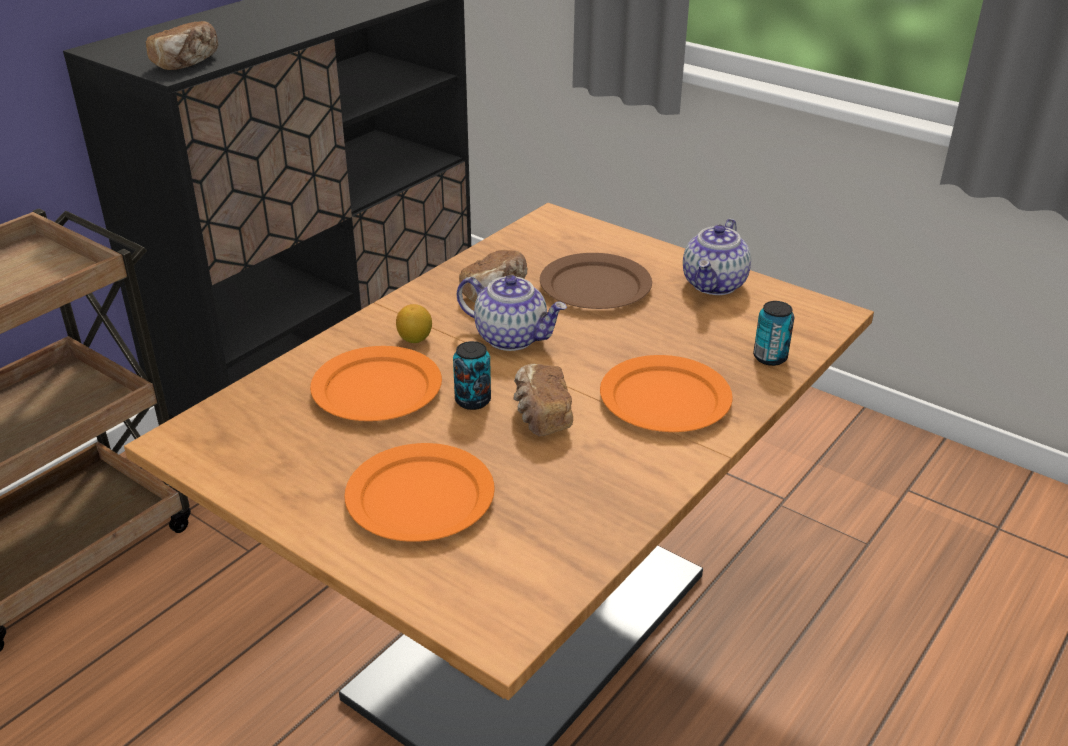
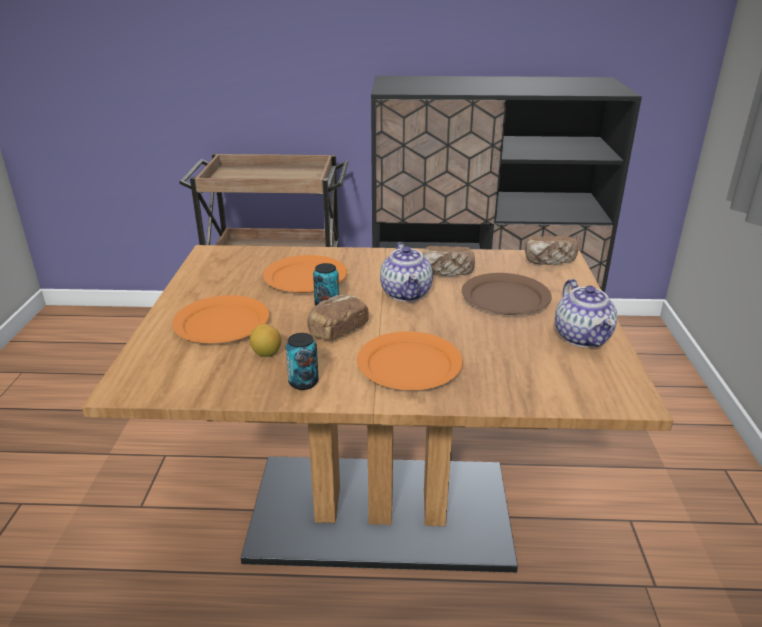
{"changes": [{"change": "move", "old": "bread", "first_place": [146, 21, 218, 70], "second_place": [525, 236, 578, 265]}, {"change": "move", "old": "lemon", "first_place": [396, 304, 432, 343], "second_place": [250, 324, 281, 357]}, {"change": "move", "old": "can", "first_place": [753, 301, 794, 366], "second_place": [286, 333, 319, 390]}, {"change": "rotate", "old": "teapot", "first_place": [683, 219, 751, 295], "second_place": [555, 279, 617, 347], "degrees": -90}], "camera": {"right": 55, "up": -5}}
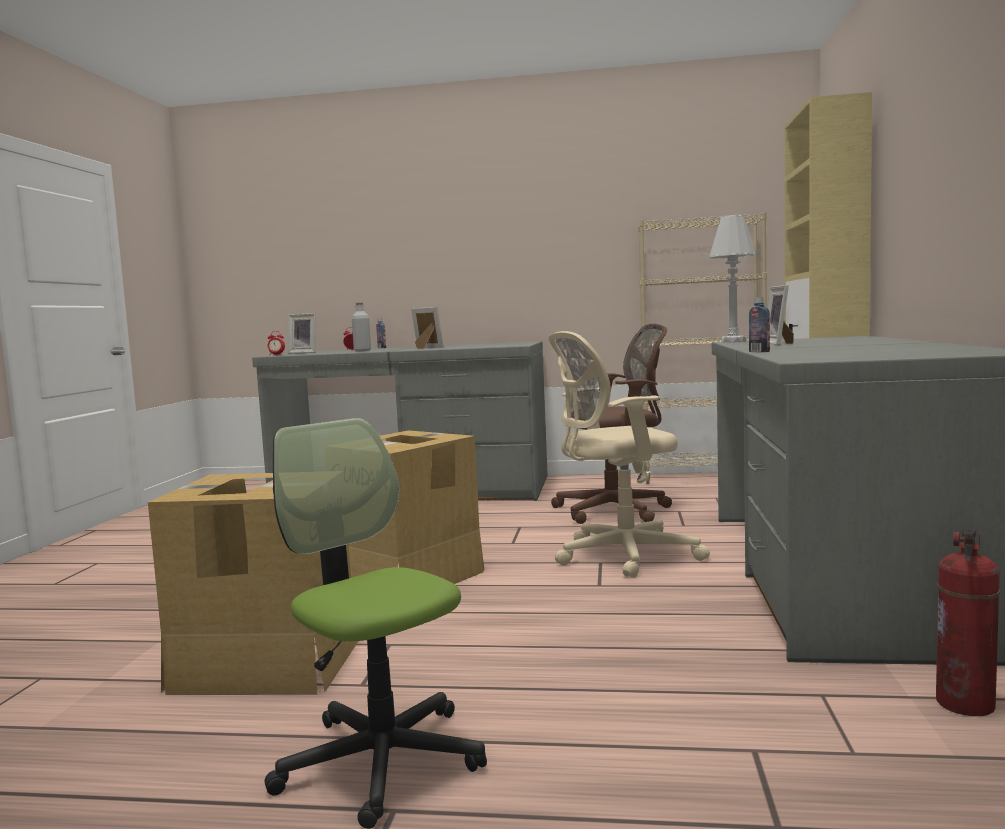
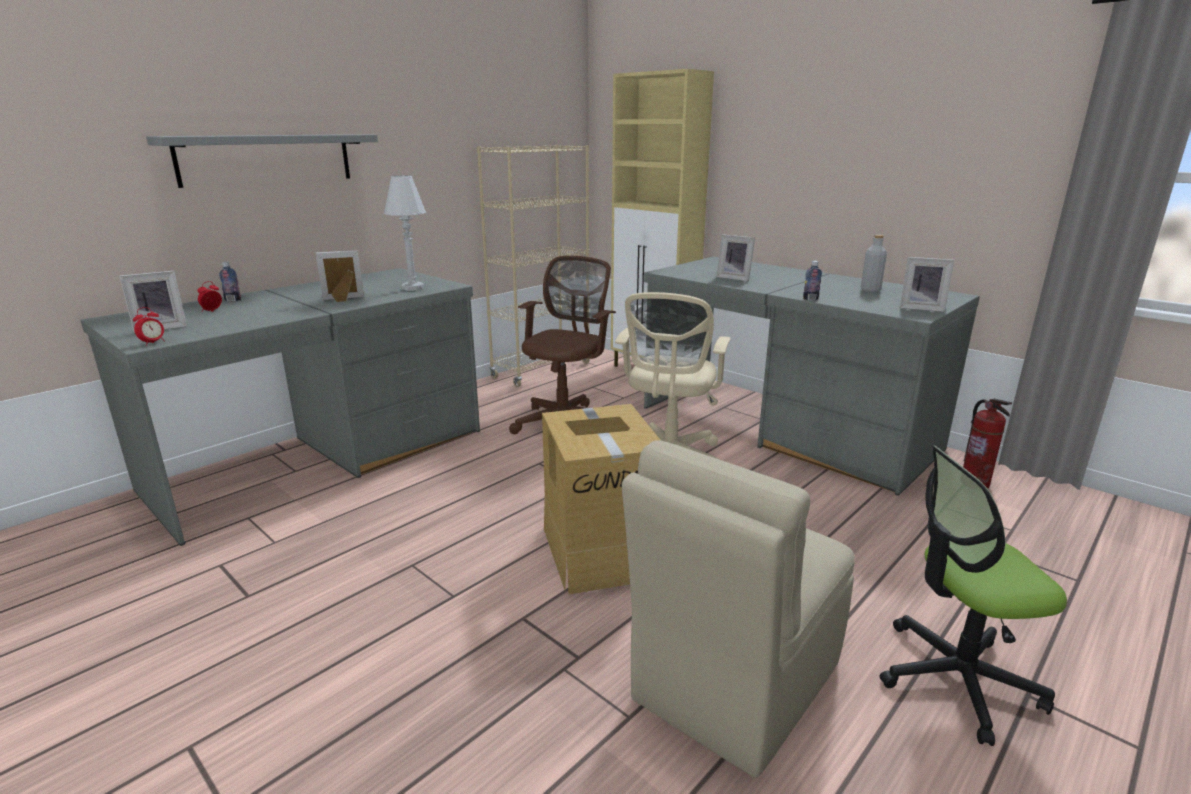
{"changes": [{"change": "insert", "new": "shelf (grey)", "second_place": [146, 134, 378, 188]}, {"change": "insert", "new": "picture frame", "second_place": [900, 257, 954, 312]}, {"change": "move", "old": "bottle (grey)", "first_place": [352, 303, 371, 351], "second_place": [861, 235, 887, 292]}, {"change": "move", "old": "table lamp (white)", "first_place": [709, 215, 757, 343], "second_place": [384, 175, 427, 291]}, {"change": "replace", "old": "cardboard box", "new": "chair (beige)", "first_place": [148, 473, 358, 695], "second_place": [622, 440, 855, 778]}], "camera": {"right": -55, "up": 15}}
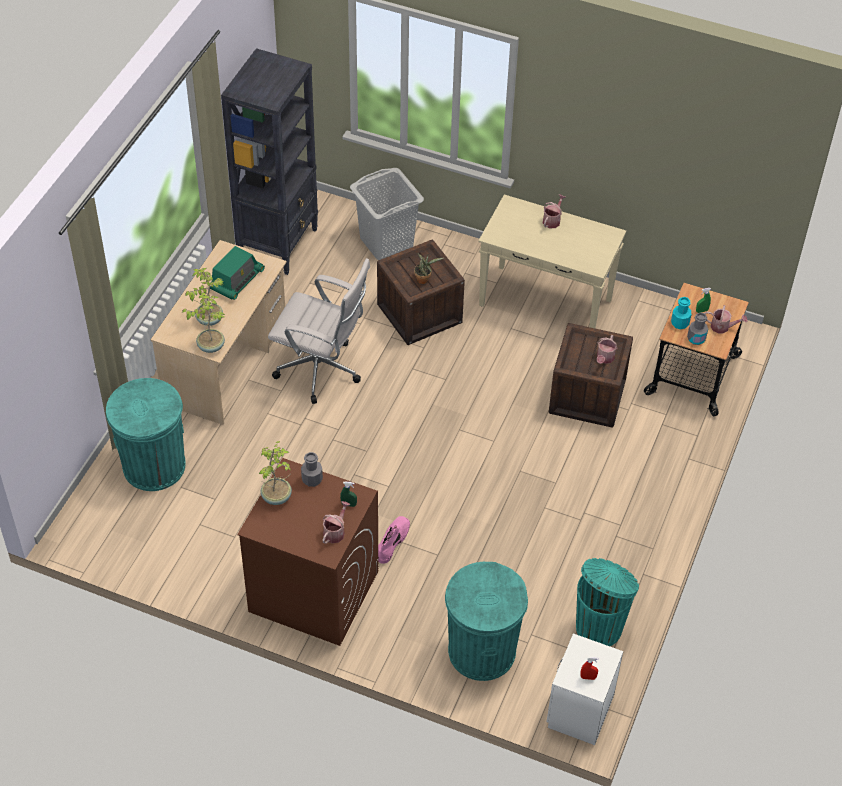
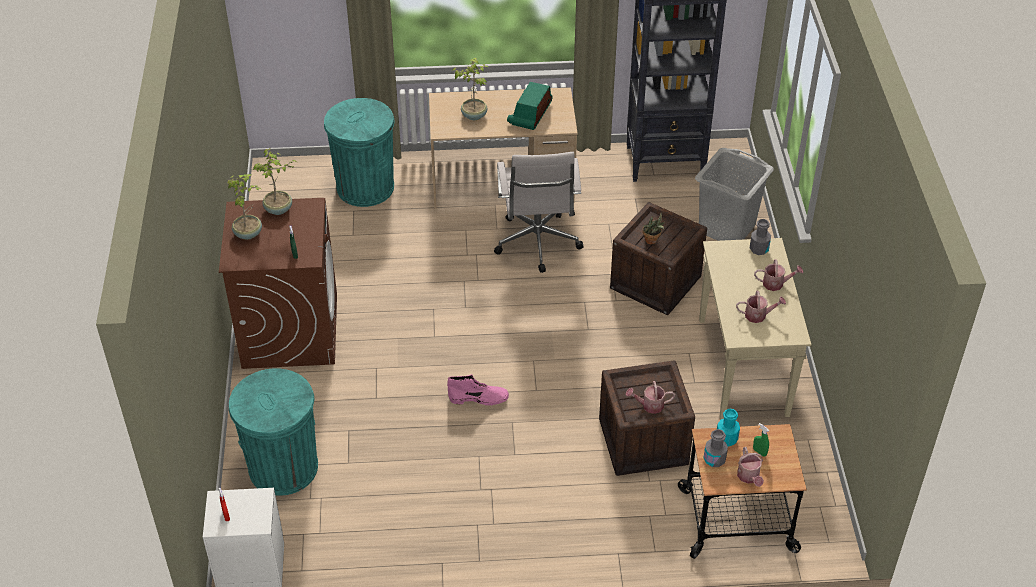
{"changes": [{"change": "delete", "old": "trash can (turquoise)", "first_place": [576, 558, 639, 646]}, {"change": "move", "old": "potted plant", "first_place": [182, 292, 225, 353], "second_place": [227, 174, 262, 240]}, {"change": "move", "old": "bottle (grey)", "first_place": [301, 452, 323, 487], "second_place": [750, 219, 771, 255]}, {"change": "move", "old": "watering can", "first_place": [323, 501, 350, 544], "second_place": [736, 291, 786, 323]}, {"change": "move", "old": "boot (pink)", "first_place": [378, 516, 410, 564], "second_place": [447, 374, 509, 406]}, {"change": "rotate", "old": "radio", "first_place": [210, 246, 265, 300], "second_place": [507, 82, 553, 130], "degrees": 105}], "camera": {"right": 65, "up": -5}}
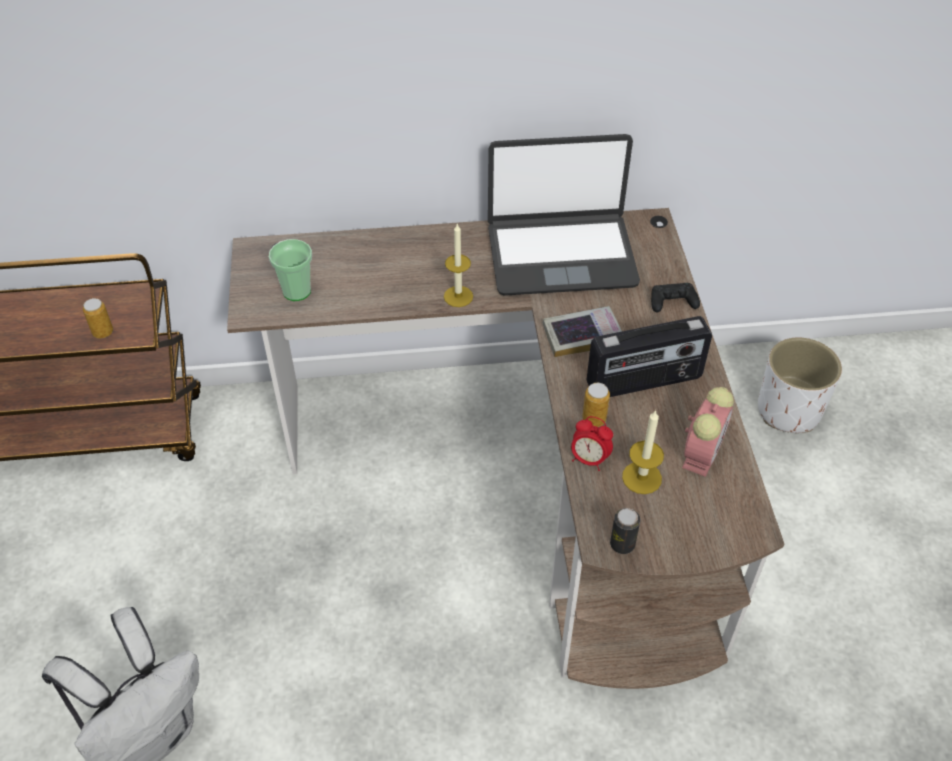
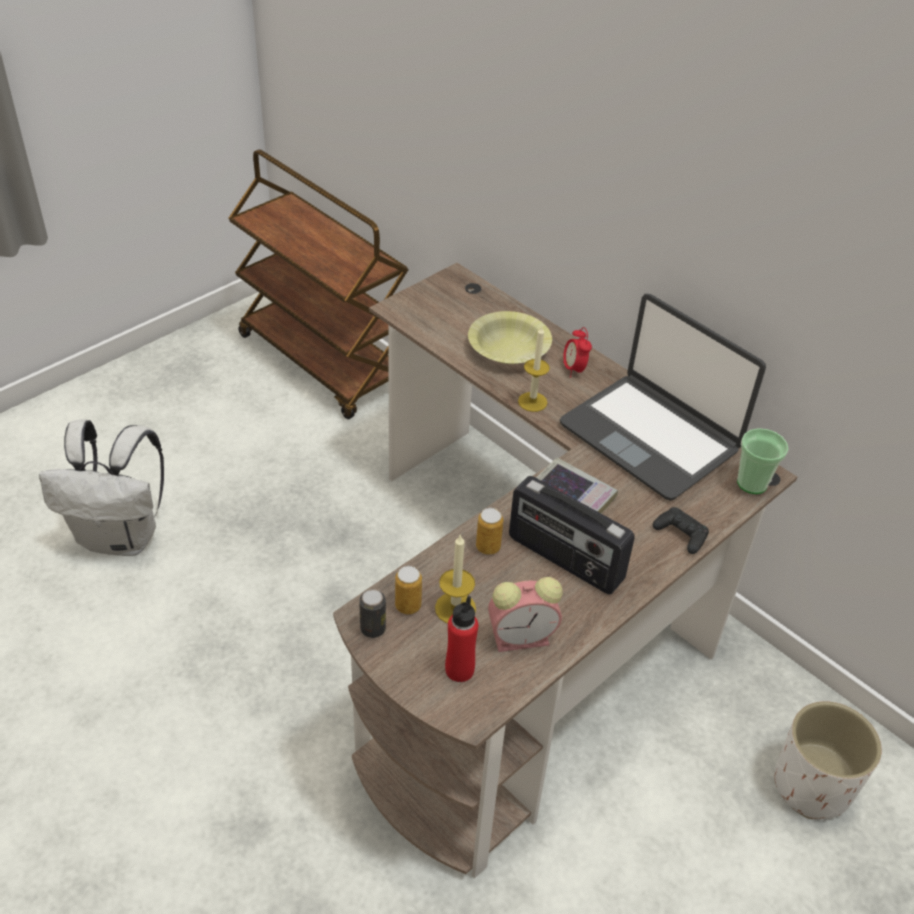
{"changes": [{"change": "insert", "new": "bottle (red)", "second_place": [445, 596, 478, 682]}, {"change": "insert", "new": "bowl (yellow)", "second_place": [468, 311, 552, 364]}, {"change": "move", "old": "can", "first_place": [83, 298, 113, 338], "second_place": [395, 566, 422, 614]}, {"change": "move", "old": "cup", "first_place": [269, 239, 312, 301], "second_place": [737, 428, 789, 494]}, {"change": "move", "old": "alarm clock", "first_place": [571, 416, 613, 471], "second_place": [563, 327, 592, 378]}], "camera": {"right": 50, "up": -5}}
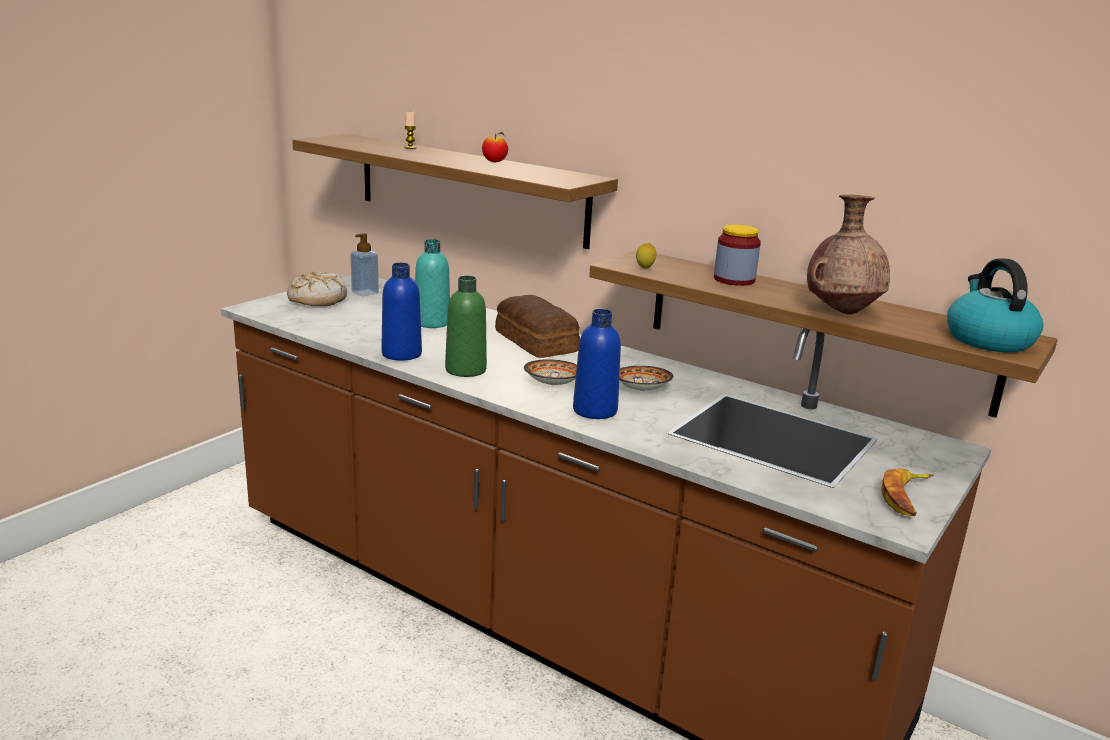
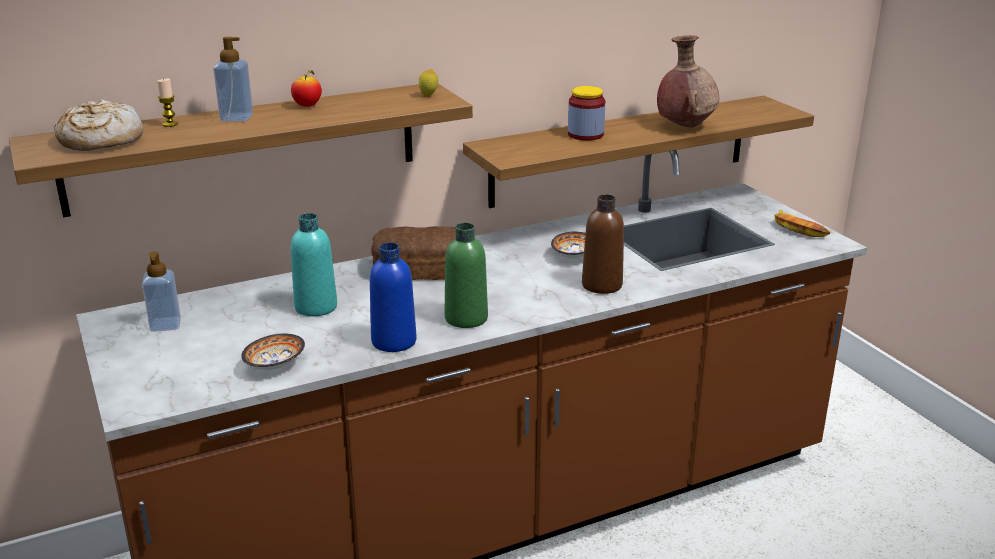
{"changes": [{"change": "delete", "old": "kettle", "first_place": [947, 258, 1043, 352]}, {"change": "insert", "new": "soap dispenser", "second_place": [213, 37, 253, 122]}, {"change": "move", "old": "bread", "first_place": [287, 272, 347, 306], "second_place": [54, 99, 143, 151]}, {"change": "move", "old": "bowl", "first_place": [524, 359, 577, 385], "second_place": [241, 334, 305, 370]}, {"change": "move", "old": "lemon", "first_place": [636, 243, 657, 269], "second_place": [419, 69, 438, 96]}, {"change": "recolor", "old": "bottle (blue)", "new": "bottle (brown)", "first_place": [573, 309, 621, 419], "second_place": [582, 194, 624, 294]}], "camera": {"right": -60, "up": 5}}
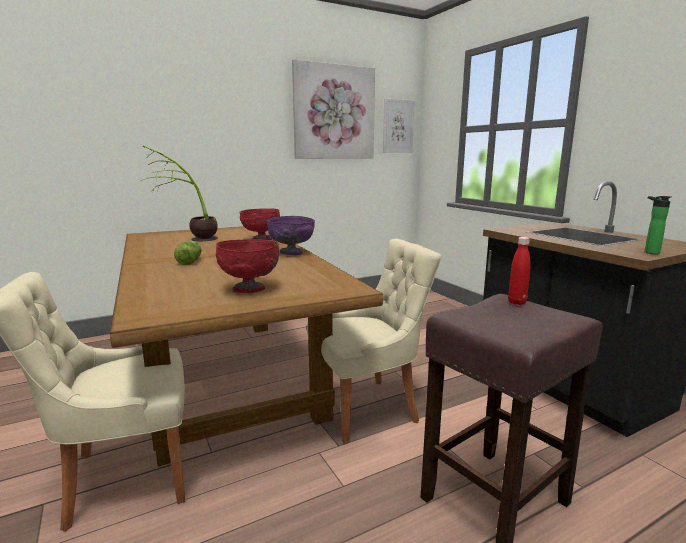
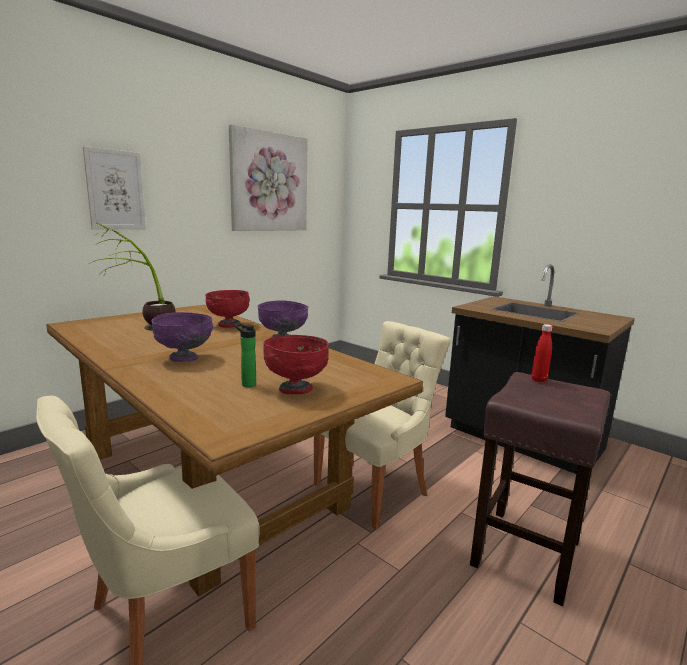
{"changes": [{"change": "move", "old": "picture", "first_place": [383, 98, 415, 153], "second_place": [83, 146, 146, 230]}, {"change": "move", "old": "bottle", "first_place": [644, 196, 671, 254], "second_place": [235, 324, 256, 387]}, {"change": "replace", "old": "lettuce", "new": "bowl (purple)", "first_place": [174, 241, 202, 265], "second_place": [151, 312, 213, 362]}], "camera": {"right": -20, "up": 0}}
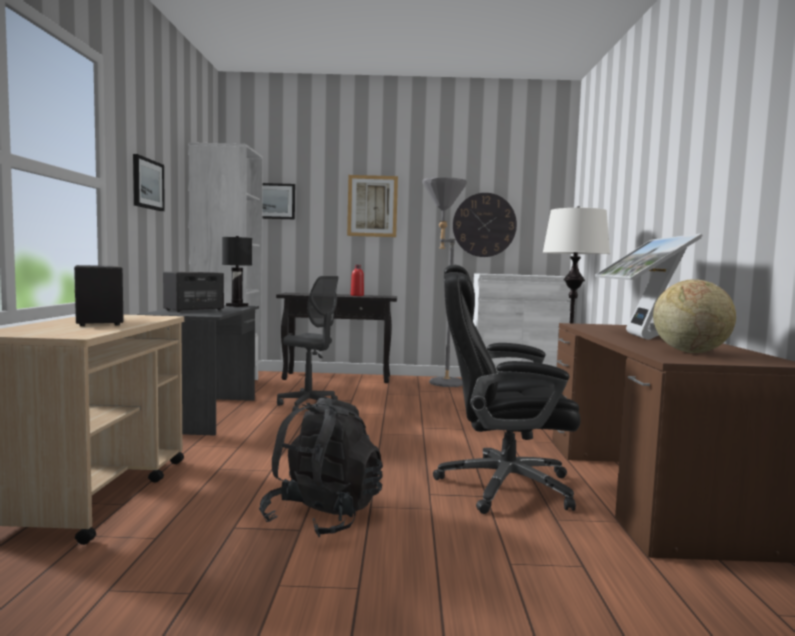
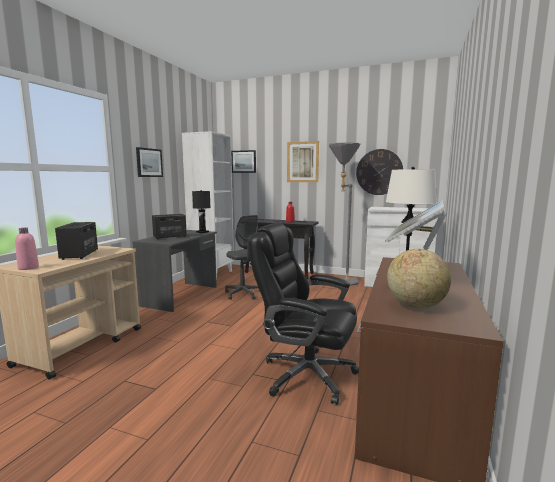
{"changes": [{"change": "delete", "old": "backpack (black)", "first_place": [259, 398, 383, 537]}, {"change": "insert", "new": "bottle (pink)", "second_place": [15, 228, 39, 270]}], "camera": {"right": 20, "up": 5}}
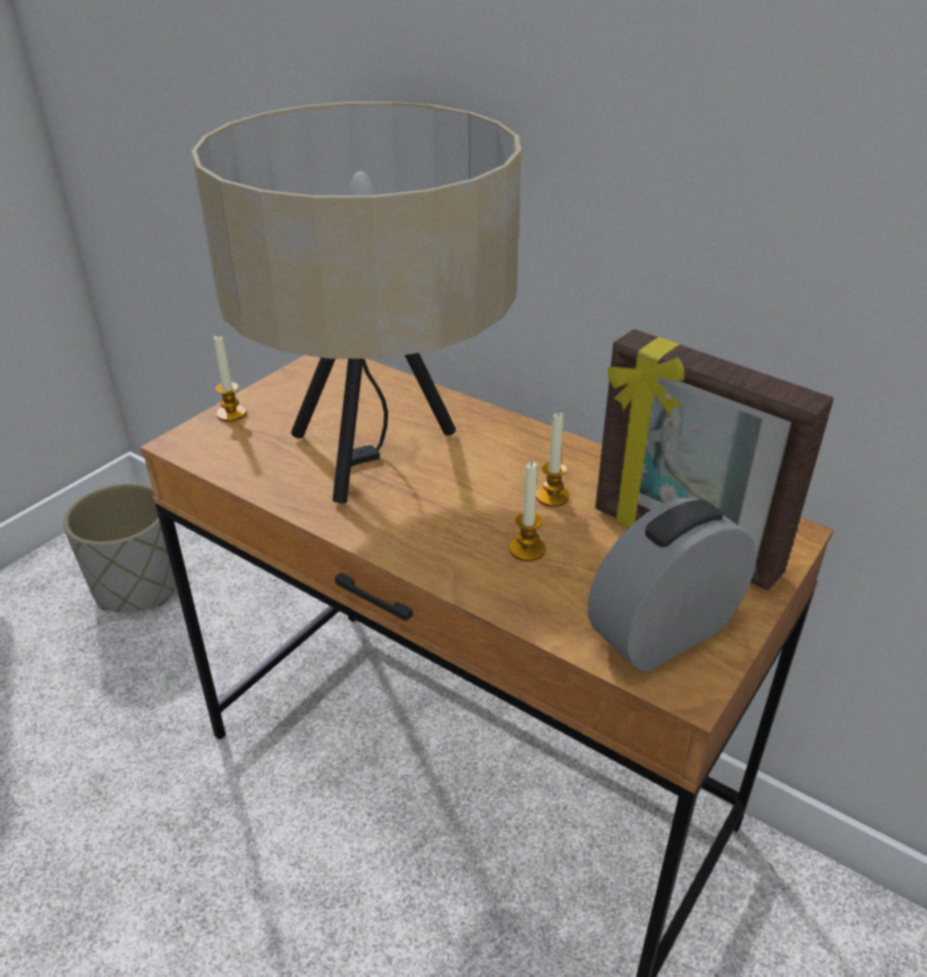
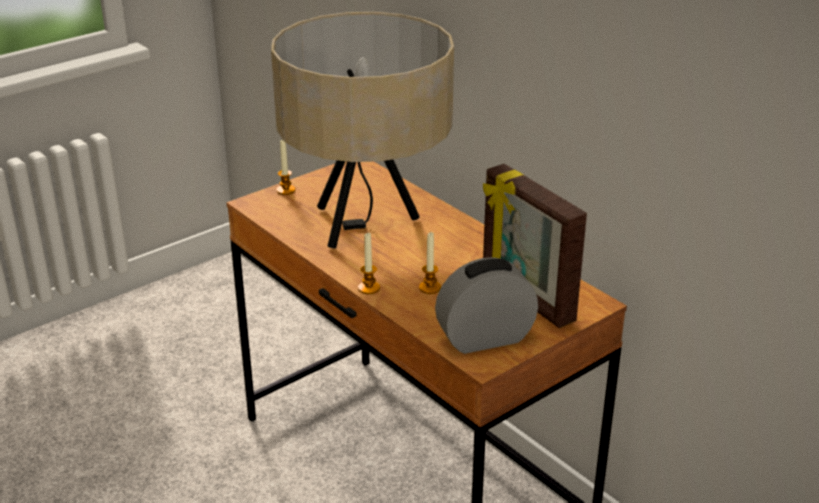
{"changes": [{"change": "delete", "old": "planter (grey)", "first_place": [63, 483, 176, 613]}, {"change": "move", "old": "candle", "first_place": [536, 411, 570, 507], "second_place": [358, 232, 380, 294]}], "camera": {"right": 15, "up": -5}}
